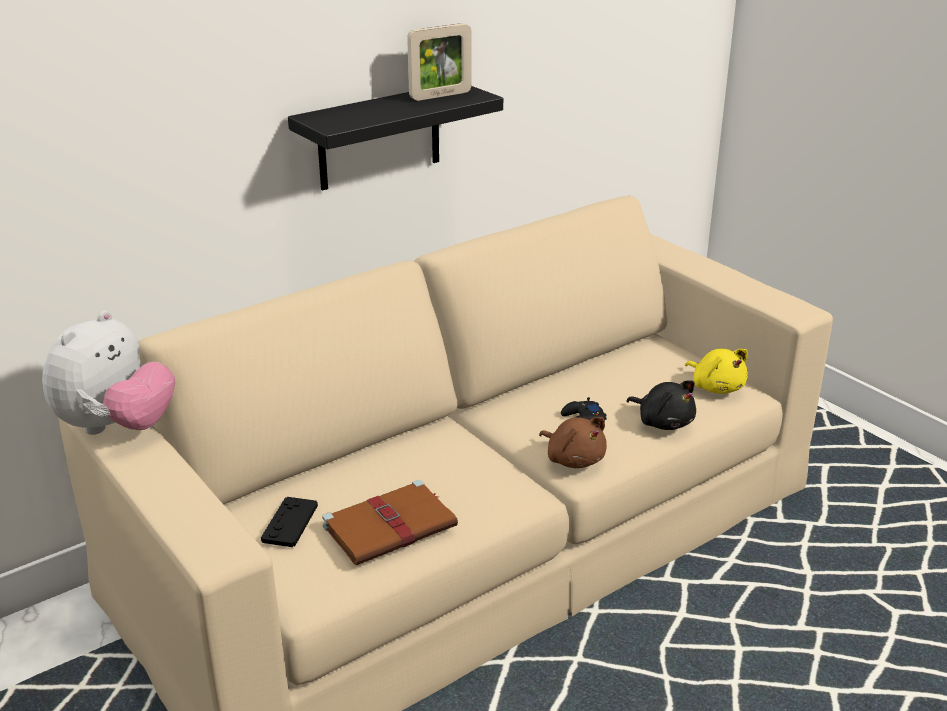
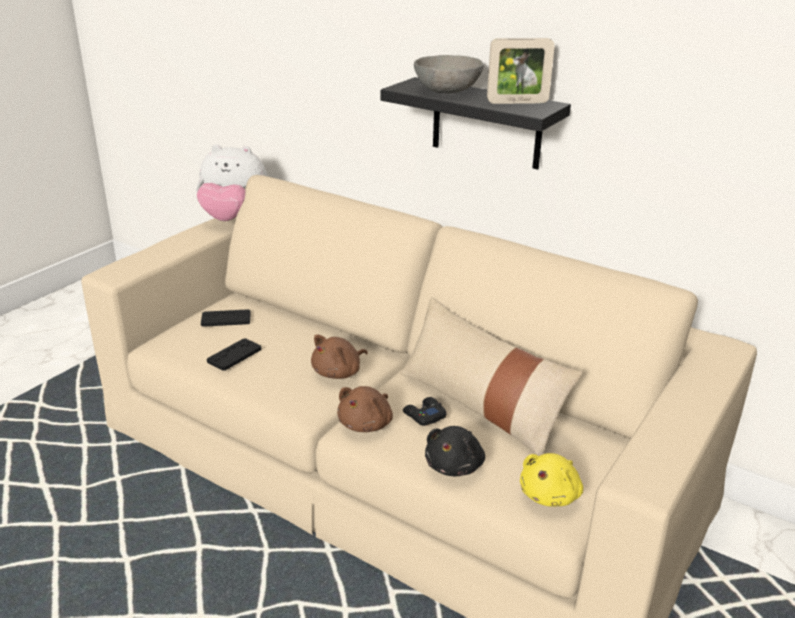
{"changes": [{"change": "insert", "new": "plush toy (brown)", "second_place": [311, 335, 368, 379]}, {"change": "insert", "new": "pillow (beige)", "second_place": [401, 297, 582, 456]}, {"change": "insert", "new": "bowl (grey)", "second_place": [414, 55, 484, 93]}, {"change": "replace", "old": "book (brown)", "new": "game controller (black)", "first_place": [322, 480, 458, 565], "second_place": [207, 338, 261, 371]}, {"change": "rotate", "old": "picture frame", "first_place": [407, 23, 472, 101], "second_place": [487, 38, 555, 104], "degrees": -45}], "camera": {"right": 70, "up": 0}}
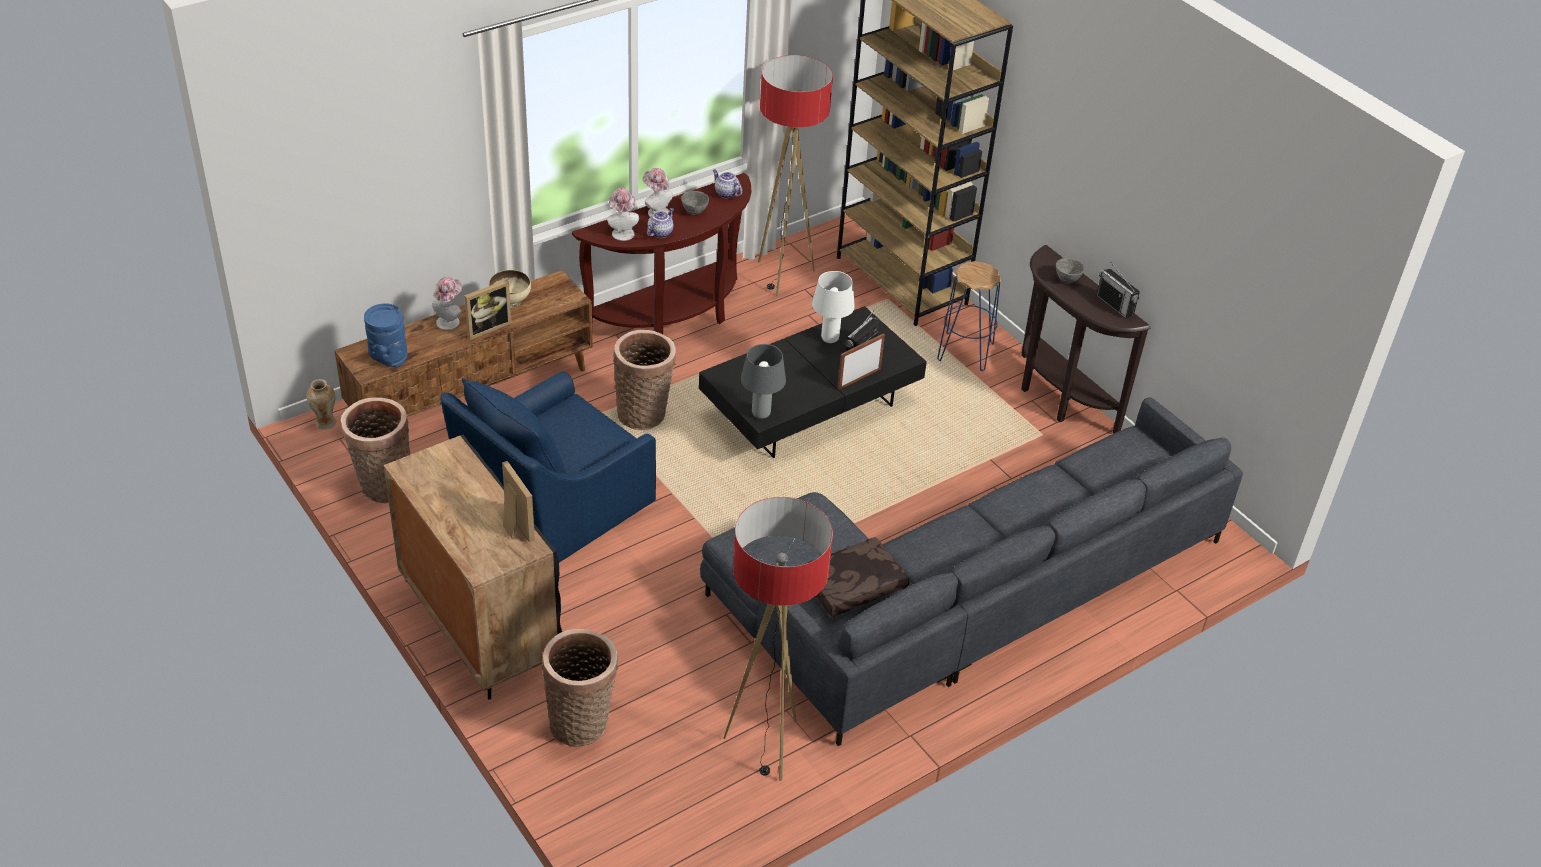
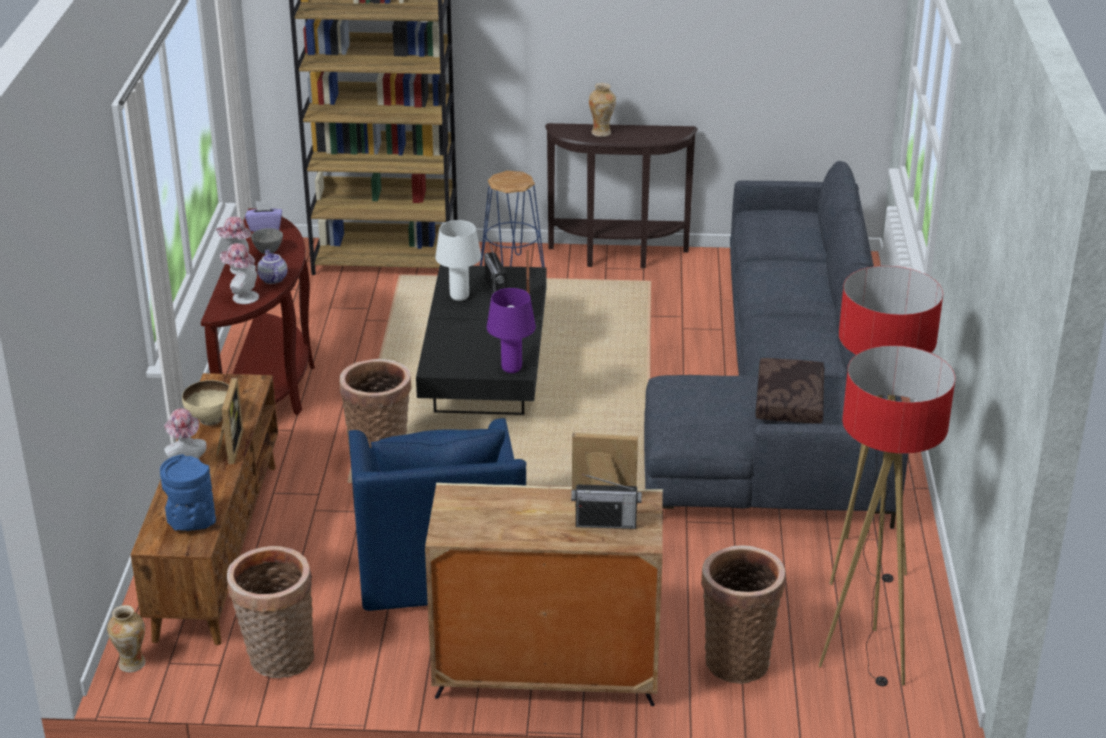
{"changes": [{"change": "move", "old": "floor lamp", "first_place": [758, 55, 833, 296], "second_place": [819, 345, 955, 686]}, {"change": "move", "old": "radio", "first_place": [1096, 262, 1140, 319], "second_place": [571, 474, 642, 529]}, {"change": "replace", "old": "teapot", "new": "tissue box (purple)", "first_place": [713, 169, 742, 198], "second_place": [245, 201, 282, 232]}, {"change": "replace", "old": "bowl (grey)", "new": "vase", "first_place": [1056, 258, 1084, 283], "second_place": [589, 83, 616, 137]}, {"change": "recolor", "old": "cabinet (black)", "new": "cabinet (beige)", "first_place": [384, 435, 562, 700], "second_place": [425, 483, 663, 706]}, {"change": "recolor", "old": "table lamp (grey)", "new": "table lamp (purple)", "first_place": [741, 344, 786, 419], "second_place": [487, 288, 536, 373]}], "camera": {"right": -50, "up": -10}}
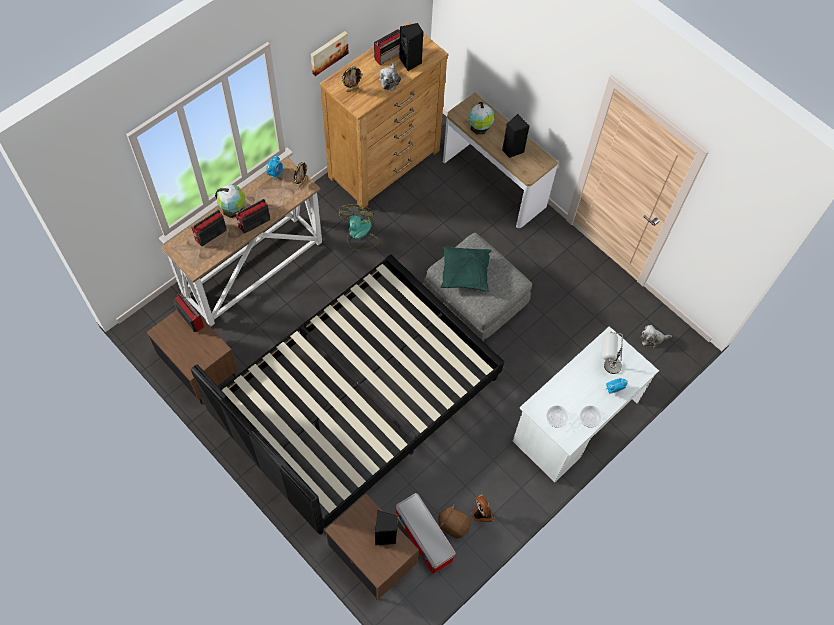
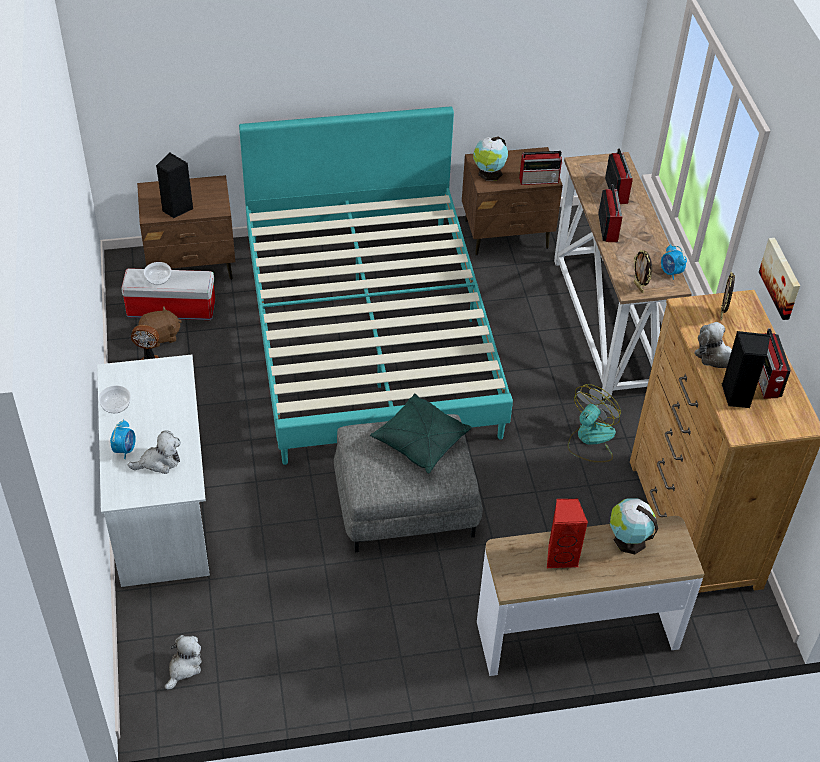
{"changes": [{"change": "move", "old": "globe", "first_place": [215, 185, 245, 218], "second_place": [473, 137, 508, 181]}, {"change": "move", "old": "bowl", "first_place": [546, 406, 569, 428], "second_place": [144, 262, 171, 285]}, {"change": "replace", "old": "table lamp (grey)", "new": "plush toy", "first_place": [601, 331, 623, 374], "second_place": [128, 431, 181, 474]}, {"change": "recolor", "old": "bed (black)", "new": "bed (turquoise)", "first_place": [191, 255, 504, 534], "second_place": [239, 106, 513, 465]}, {"change": "recolor", "old": "speaker (black)", "new": "speaker (red)", "first_place": [502, 114, 530, 158], "second_place": [547, 498, 588, 568]}, {"change": "rotate", "old": "fan", "first_place": [338, 204, 379, 250], "second_place": [568, 384, 621, 462], "degrees": -90}], "camera": {"right": 125, "up": -15}}
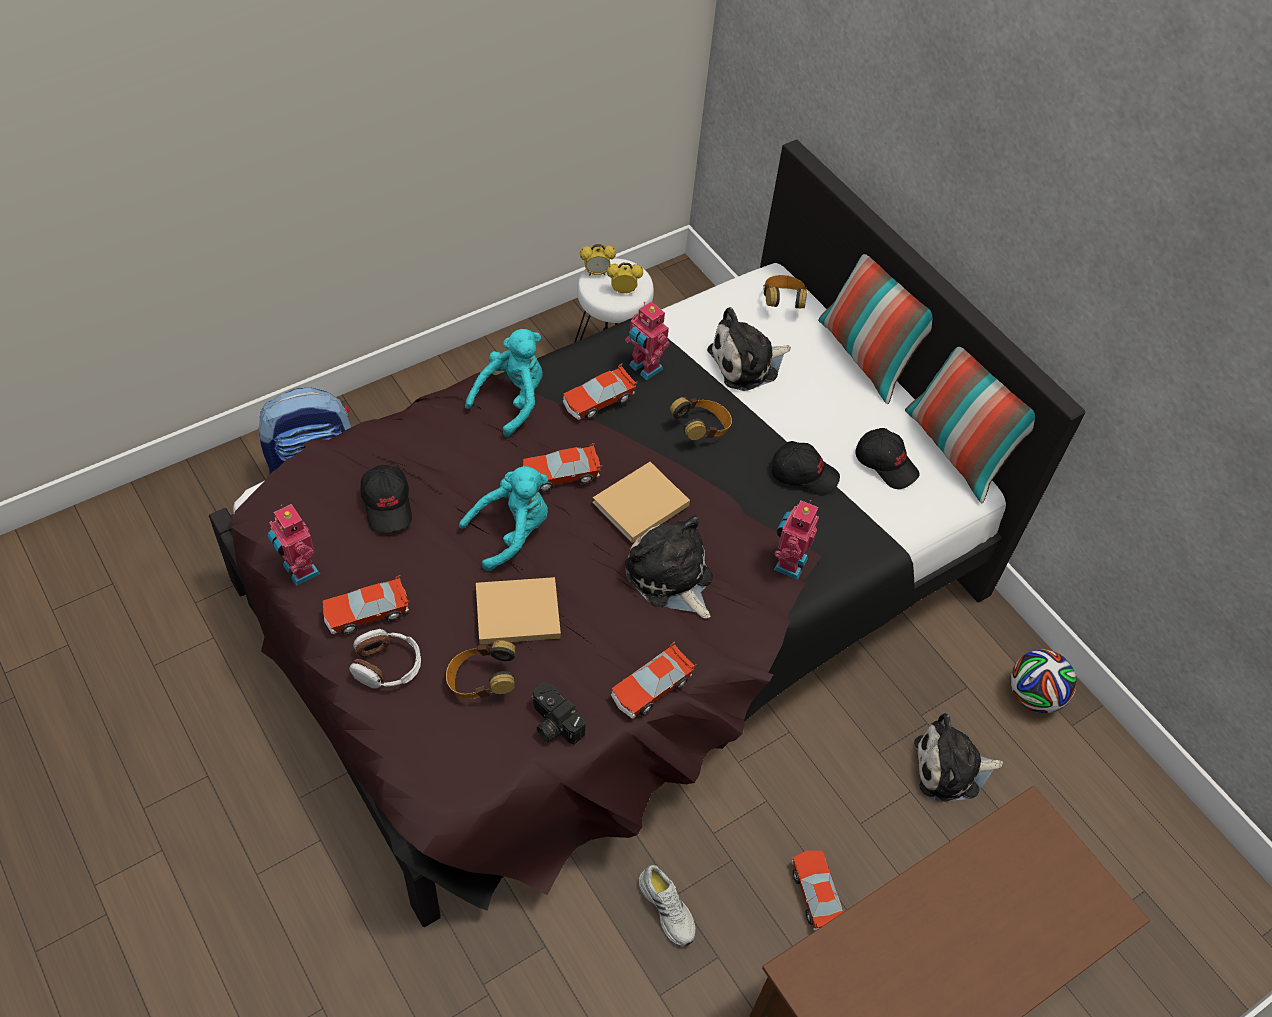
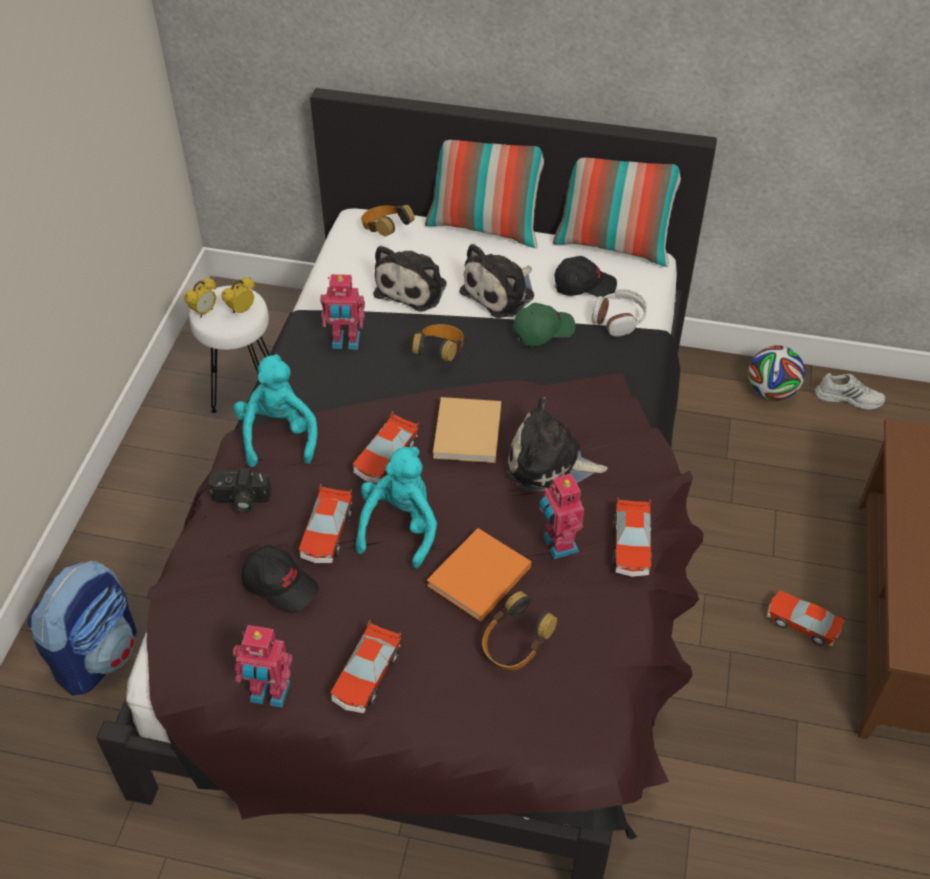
{"changes": [{"change": "move", "old": "headphones", "first_place": [349, 629, 421, 689], "second_place": [592, 289, 647, 337]}, {"change": "move", "old": "photo camera", "first_place": [531, 682, 586, 744], "second_place": [209, 469, 271, 513]}, {"change": "move", "old": "toy car", "first_place": [563, 364, 638, 420], "second_place": [299, 485, 352, 563]}, {"change": "move", "old": "shoe (white)", "first_place": [638, 865, 696, 946], "second_place": [815, 373, 886, 410]}, {"change": "move", "old": "toy robot", "first_place": [774, 500, 819, 580], "second_place": [539, 472, 584, 559]}, {"change": "move", "old": "plush toy", "first_place": [914, 713, 1003, 802], "second_place": [459, 244, 534, 318]}, {"change": "recolor", "old": "book (beige)", "new": "book (orange)", "first_place": [476, 577, 561, 645], "second_place": [427, 528, 531, 622]}, {"change": "recolor", "old": "cap (black)", "new": "cap (green)", "first_place": [772, 441, 840, 495], "second_place": [513, 303, 576, 347]}], "camera": {"right": -40, "up": -5}}
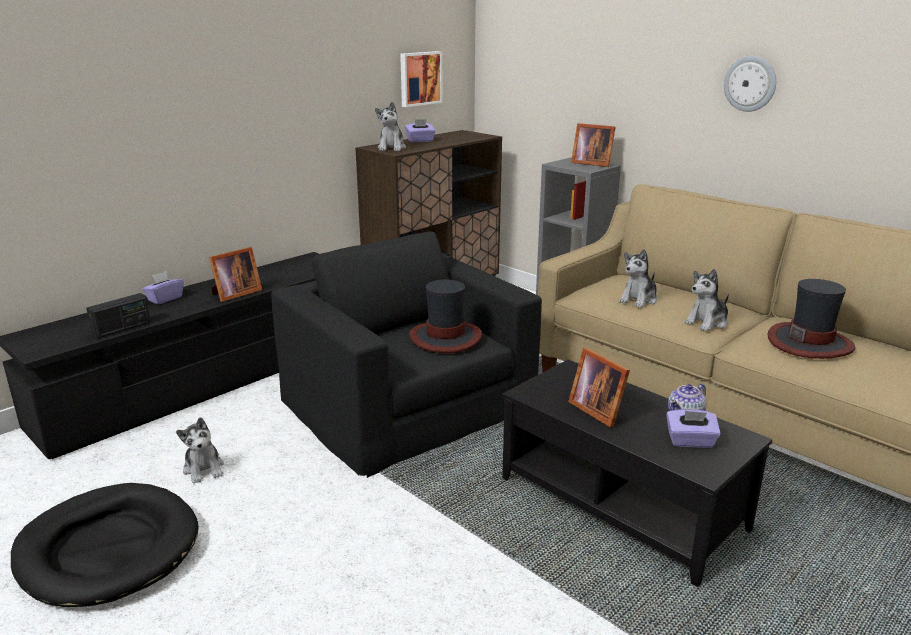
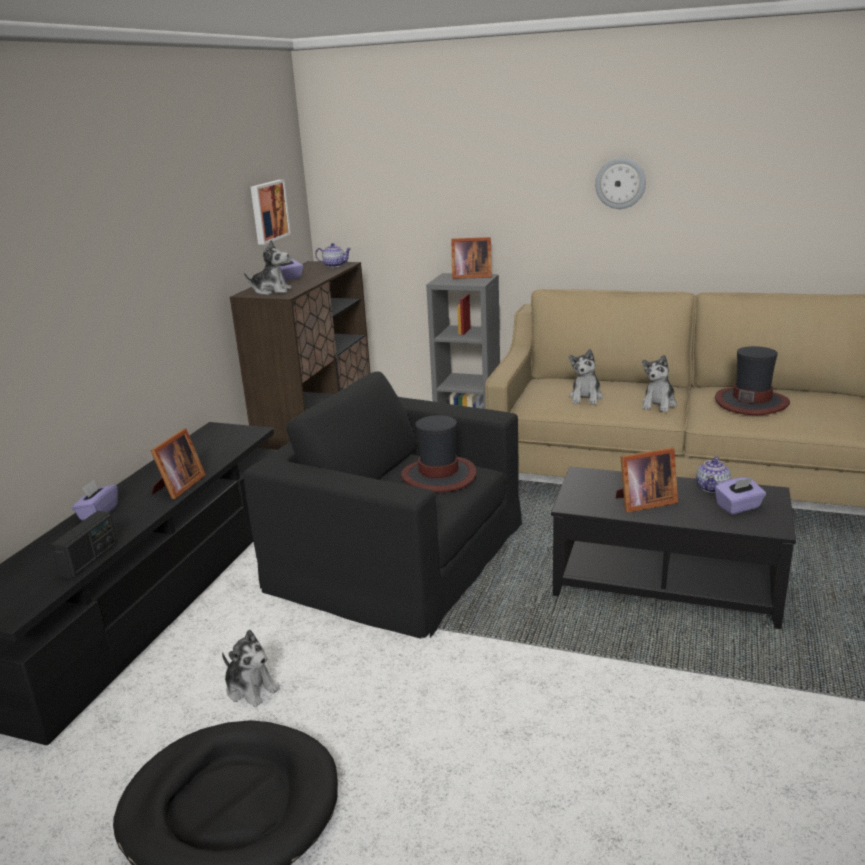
{"changes": [{"change": "insert", "new": "teapot", "second_place": [315, 243, 352, 267]}, {"change": "rotate", "old": "plush toy", "first_place": [375, 102, 406, 151], "second_place": [244, 240, 292, 295], "degrees": -60}, {"change": "rotate", "old": "picture frame", "first_place": [568, 348, 630, 427], "second_place": [616, 448, 678, 513], "degrees": -45}], "camera": {"right": -25, "up": 0}}
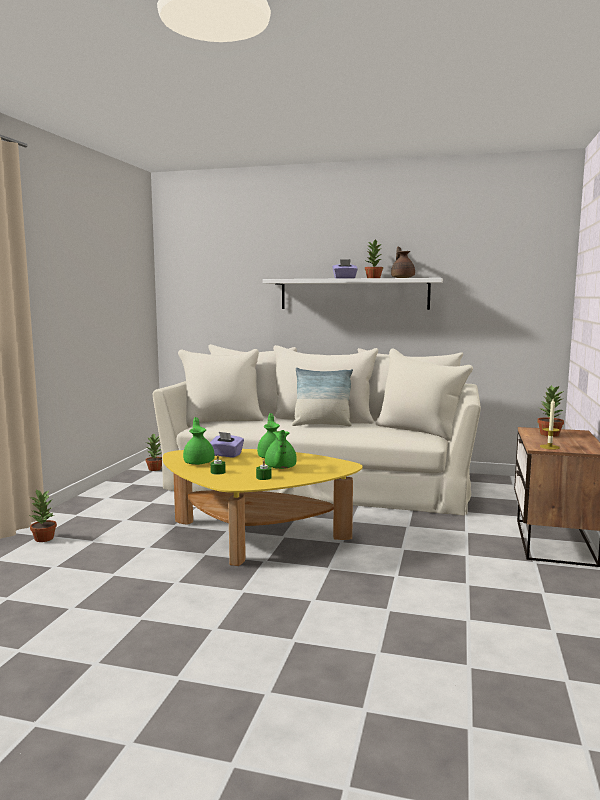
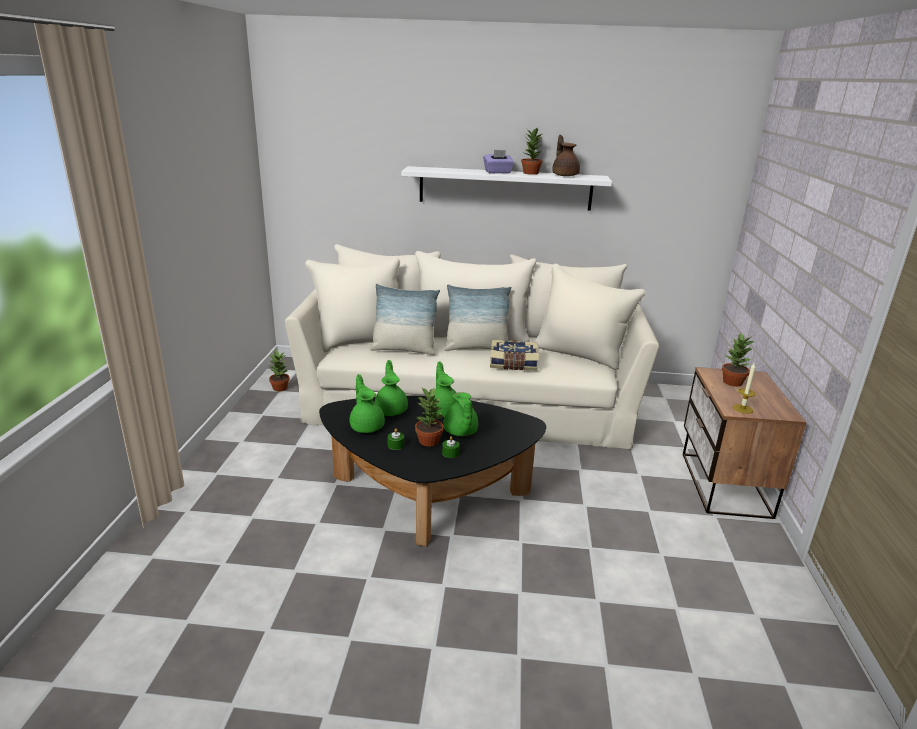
{"changes": [{"change": "insert", "new": "pillow", "second_place": [370, 284, 440, 355]}, {"change": "insert", "new": "book", "second_place": [490, 340, 539, 371]}, {"change": "move", "old": "potted plant", "first_place": [30, 489, 57, 542], "second_place": [415, 387, 445, 446]}, {"change": "replace", "old": "tissue box (purple)", "new": "teapot (green)", "first_place": [210, 432, 244, 457], "second_place": [375, 360, 408, 416]}, {"change": "recolor", "old": "coffee table (yellow)", "new": "coffee table (black)", "first_place": [163, 449, 363, 566], "second_place": [319, 396, 546, 546]}], "camera": {"right": -10, "up": 15}}
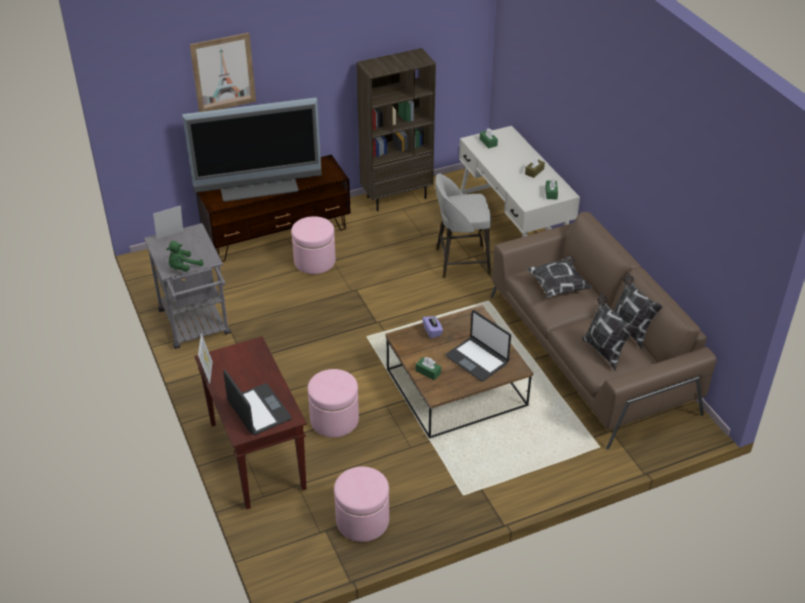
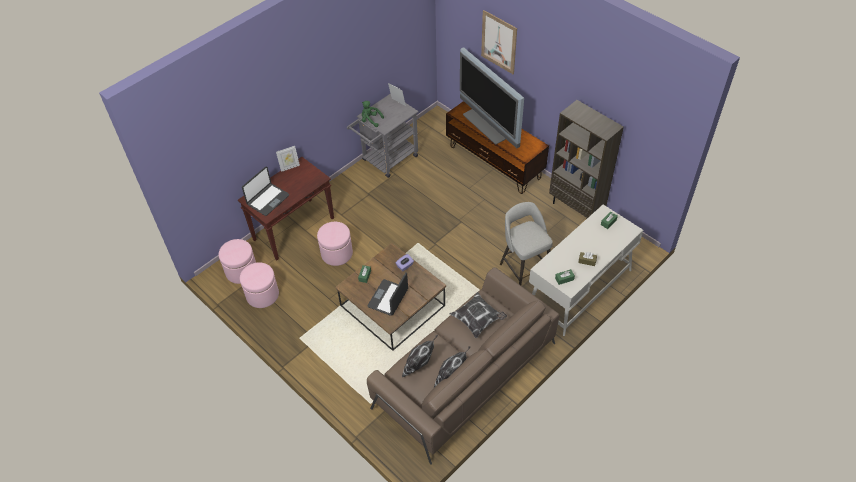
{"changes": [{"change": "move", "old": "ottoman (pink)", "first_place": [291, 216, 336, 274], "second_place": [219, 239, 256, 284]}], "camera": {"right": 70, "up": 10}}
